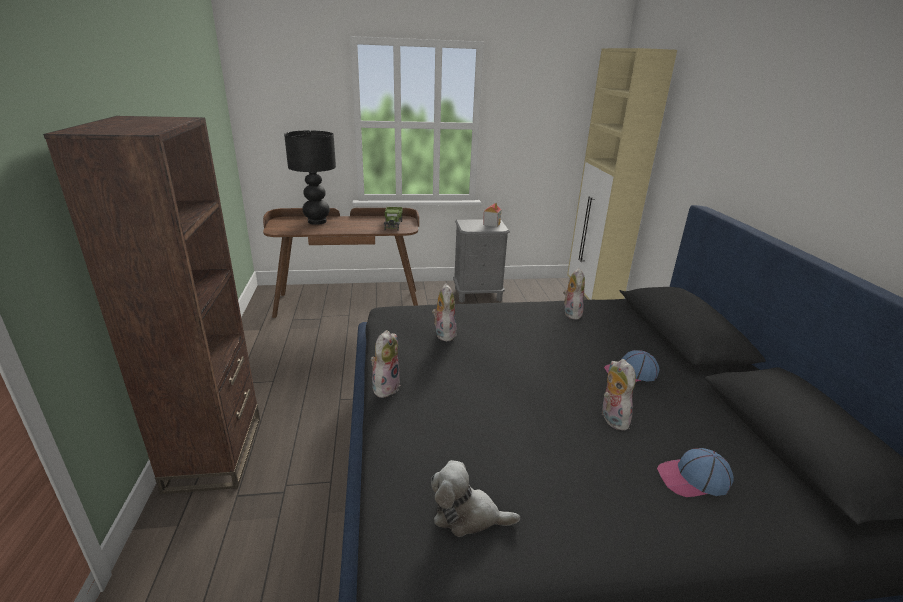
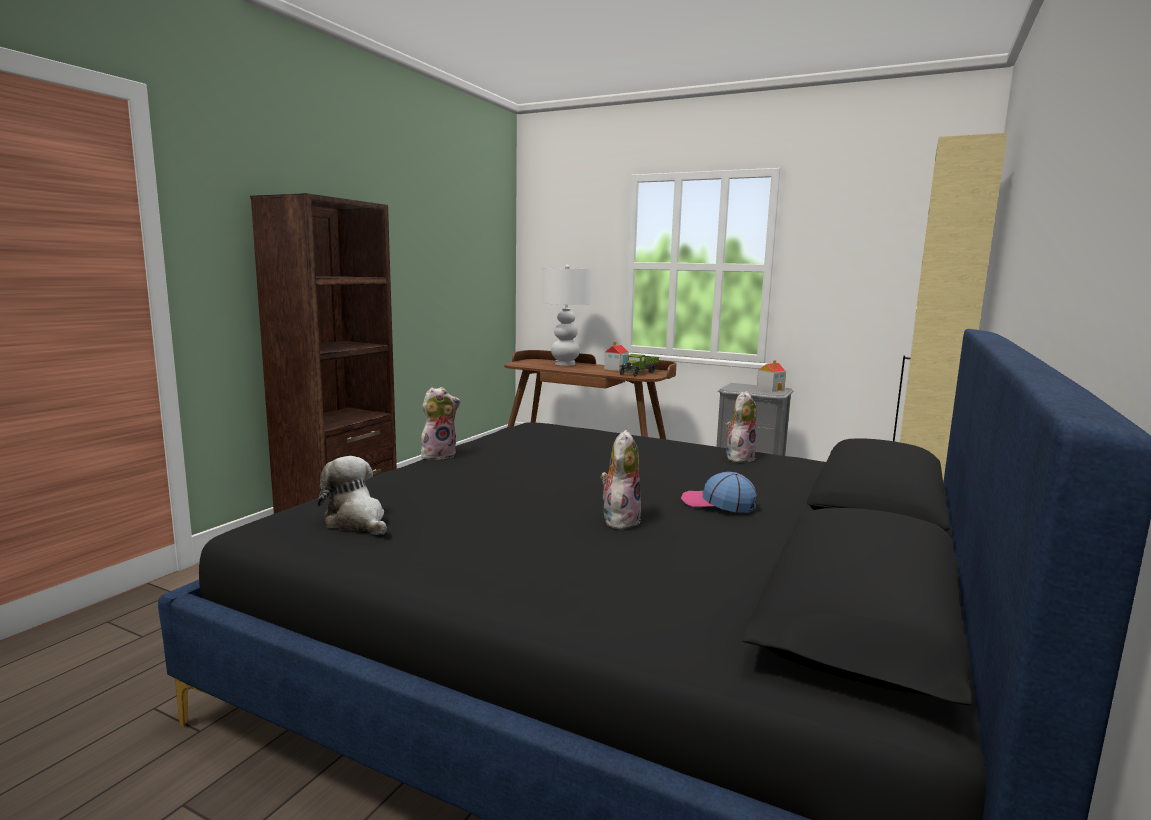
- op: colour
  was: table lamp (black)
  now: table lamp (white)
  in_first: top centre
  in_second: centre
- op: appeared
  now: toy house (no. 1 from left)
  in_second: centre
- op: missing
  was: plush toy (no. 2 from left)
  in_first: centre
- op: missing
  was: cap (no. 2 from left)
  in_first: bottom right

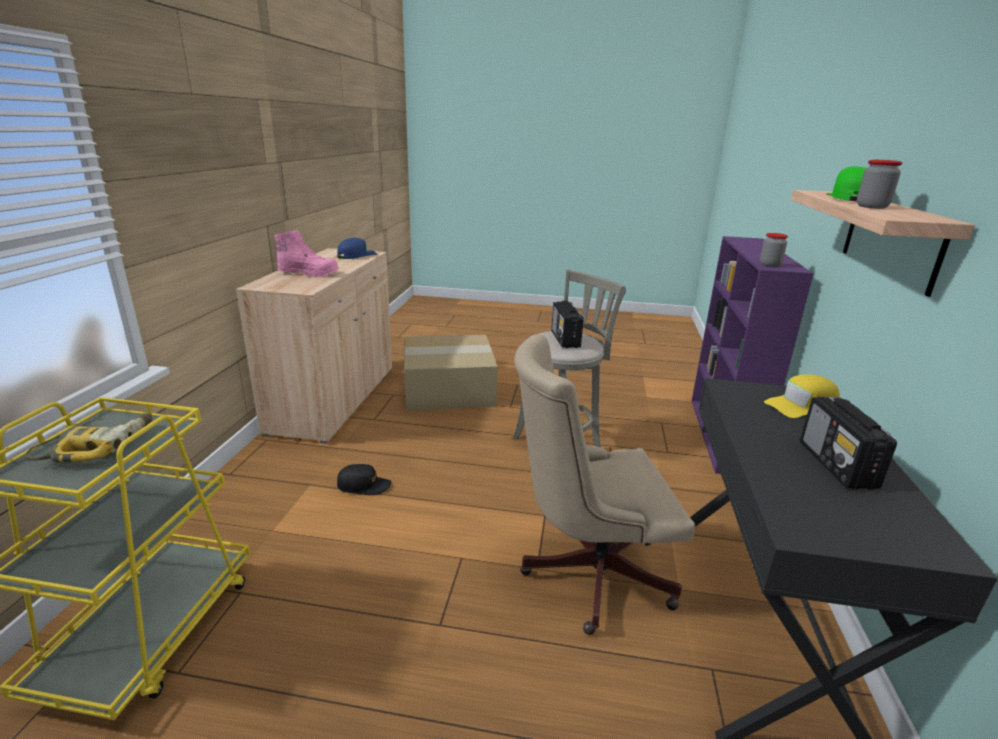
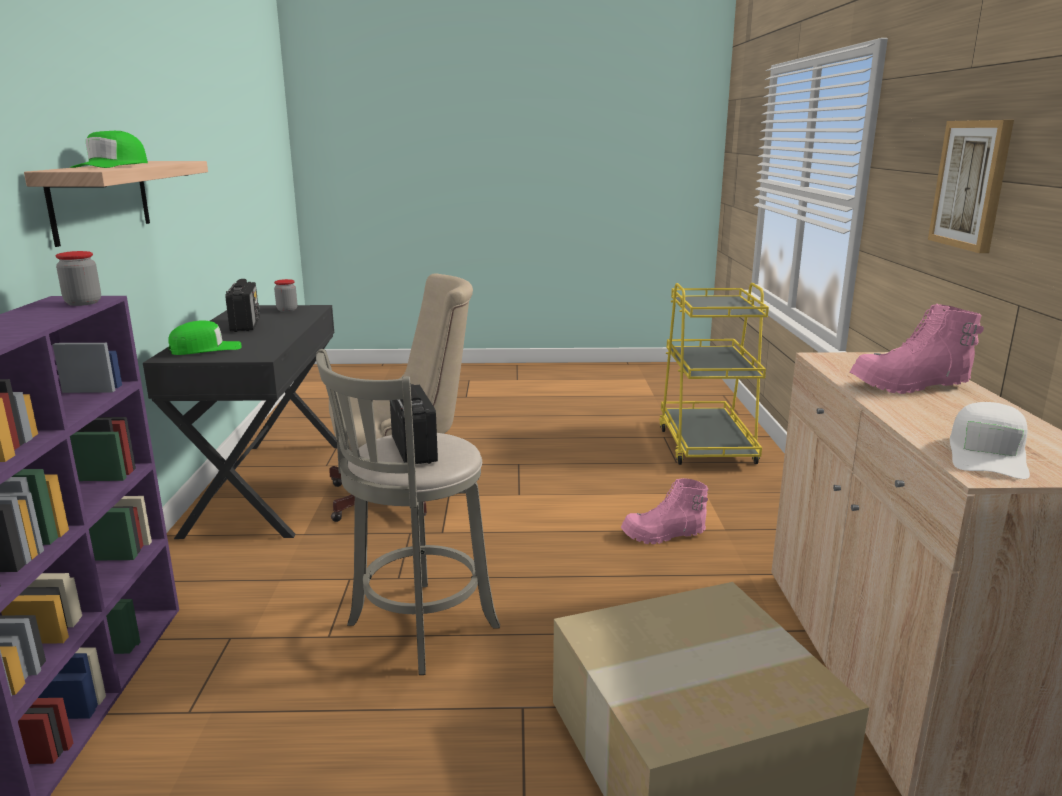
- op: colour
  was: cap (yellow)
  now: cap (green) (no. 2 from left)
  in_first: middle right
  in_second: middle left
- op: relocated
  was: jar (no. 2 from left)
  in_first: top right
  in_second: middle left
- op: exchanged
  was: cap (black)
  now: boot (pink) (no. 1 from left)
  in_first: centre
  in_second: centre
- op: appeared
  now: picture
  in_second: top right
- op: colour
  was: cap (blue)
  now: cap (white)
  in_first: centre
  in_second: middle right
- op: missing
  was: power drill
  in_first: middle left

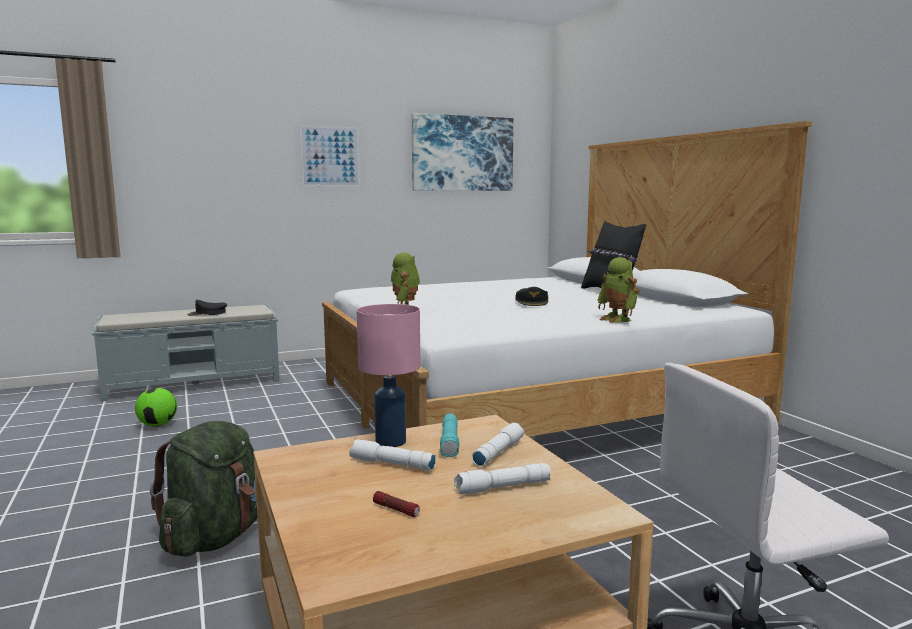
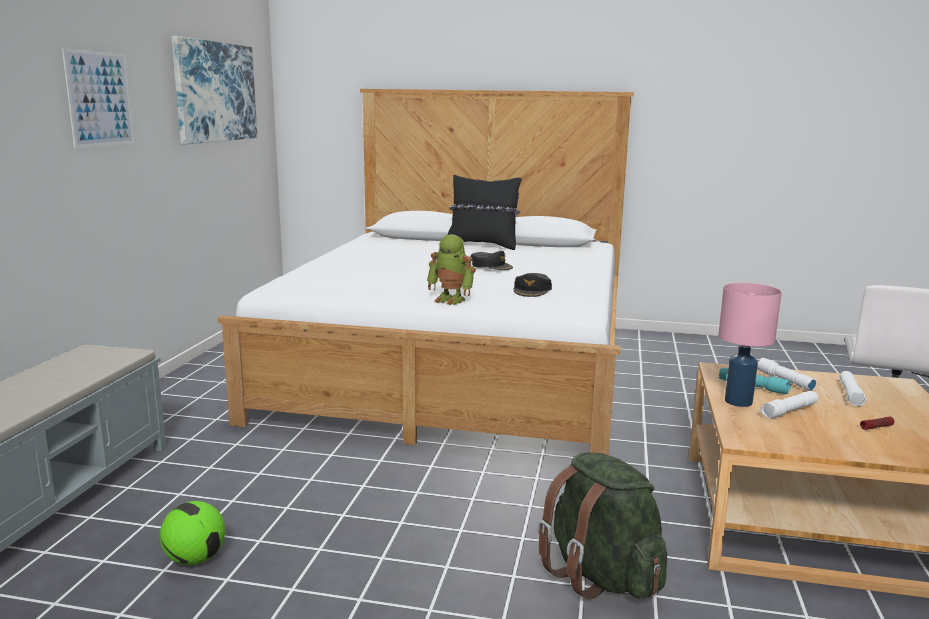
- op: relocated
  was: cap (black) (no. 1 from left in the first image)
  now: cap (black) (no. 2 from left)
  in_first: middle left
  in_second: centre
- op: missing
  was: toy robot (no. 2 from left)
  in_first: middle right

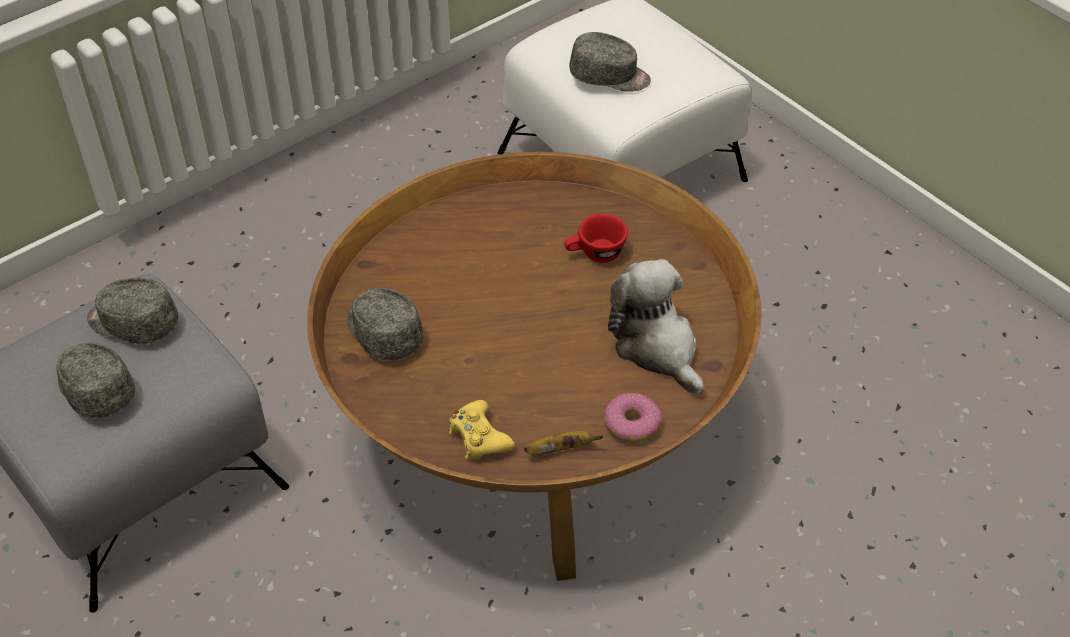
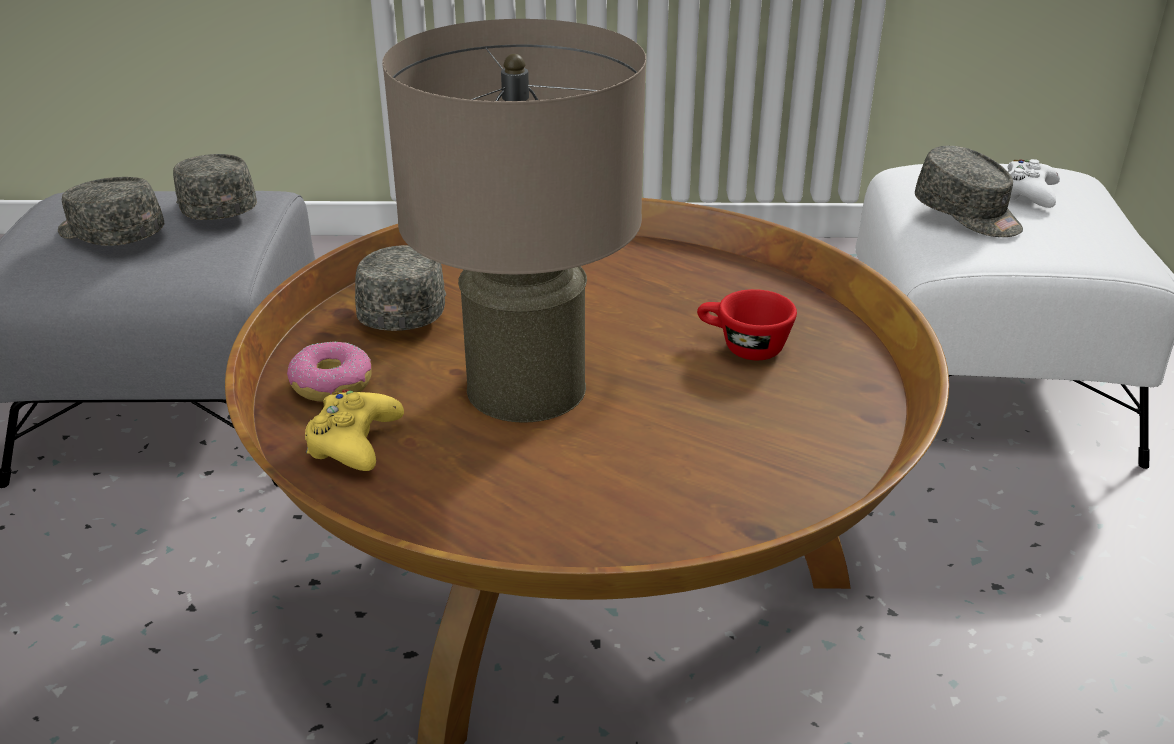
- op: spun
  was: cap (grey) (no. 1 from left)
  in_first: middle left
  in_second: top left
  clockwise: -60
- op: relocated
  was: donut
  in_first: centre
  in_second: middle left
- op: appeared
  now: table lamp (beige)
  in_second: top centre
- op: appeared
  now: game controller (white)
  in_second: top right
- op: missing
  was: banana
  in_first: bottom centre
- op: missing
  was: plush toy
  in_first: centre

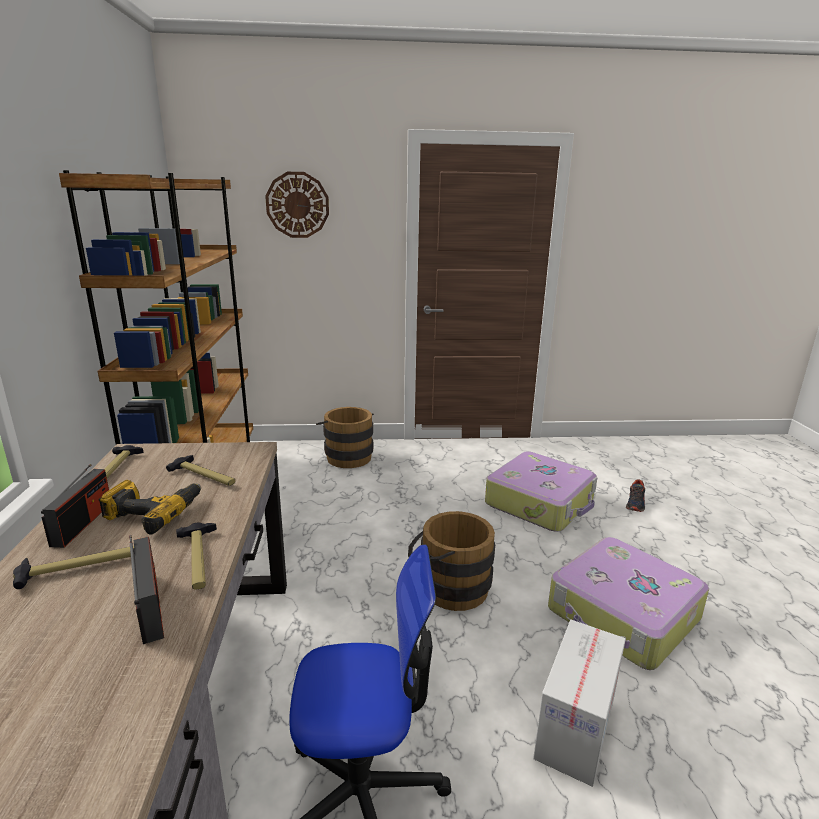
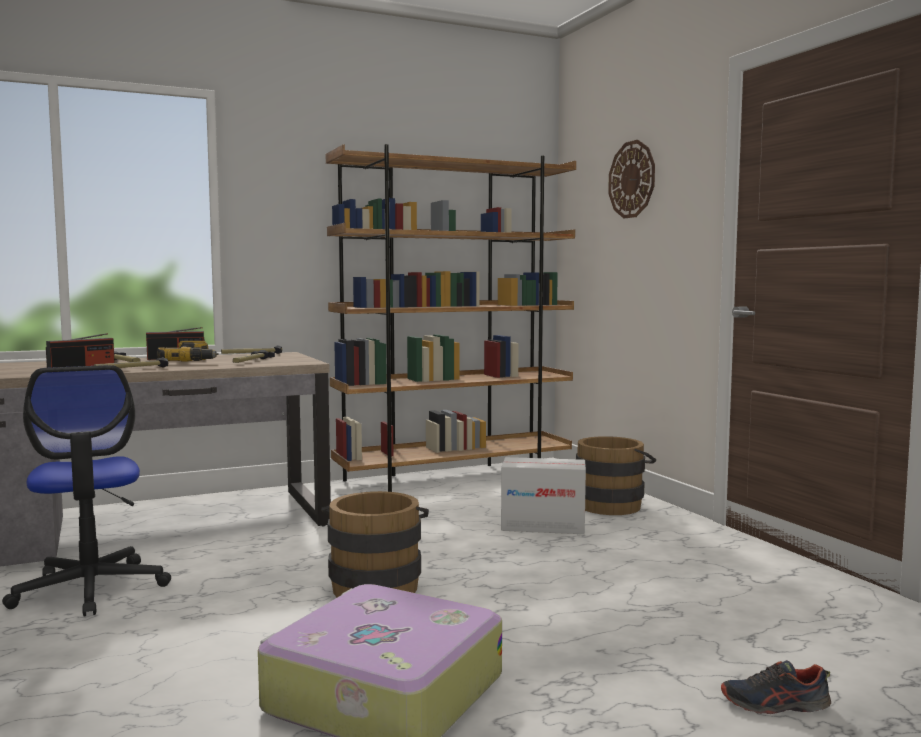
- op: relocated
  was: cardboard box
  in_first: bottom right
  in_second: bottom centre
- op: missing
  was: suitcase (no. 1 from left)
  in_first: centre

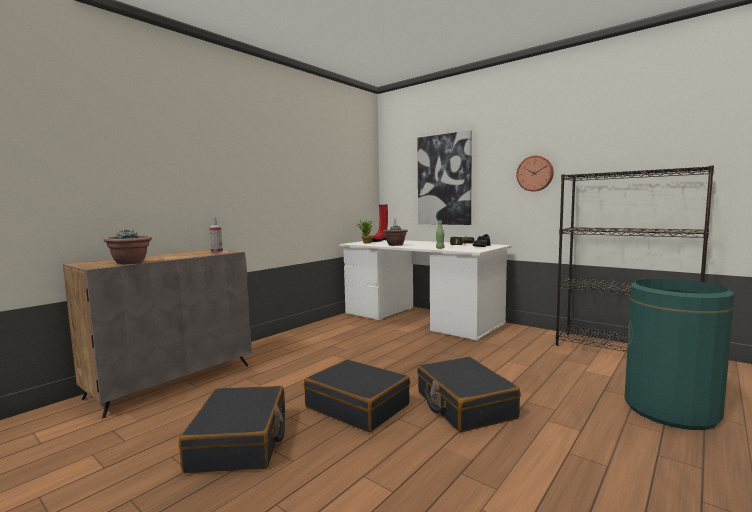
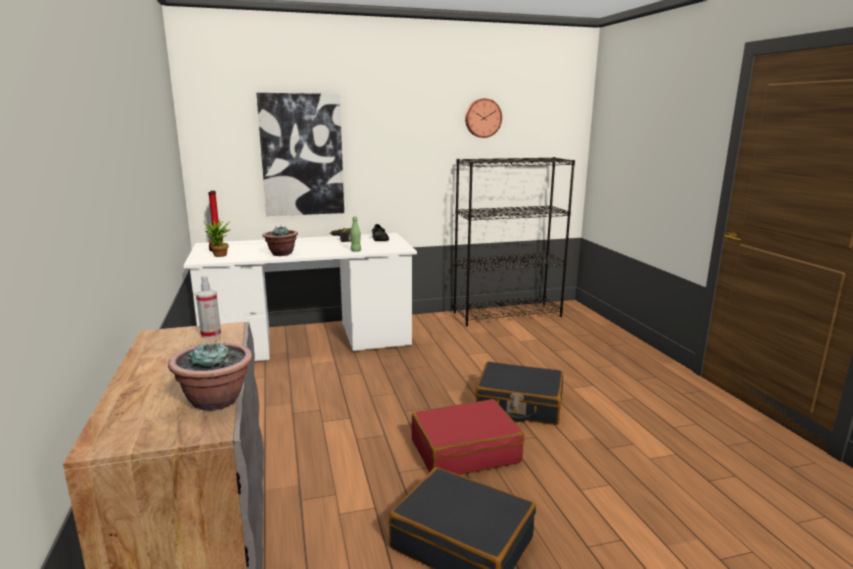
- op: colour
  was: suitcase (black) (no. 2 from left)
  now: suitcase (red)
  in_first: bottom centre
  in_second: bottom centre
- op: relocated
  was: wall clock
  in_first: middle right
  in_second: top centre
- op: missing
  was: trash can (green)
  in_first: bottom right

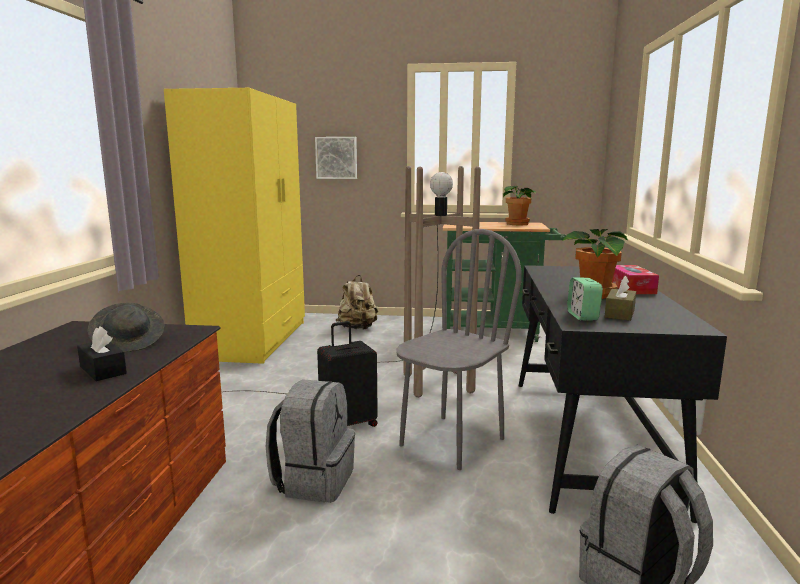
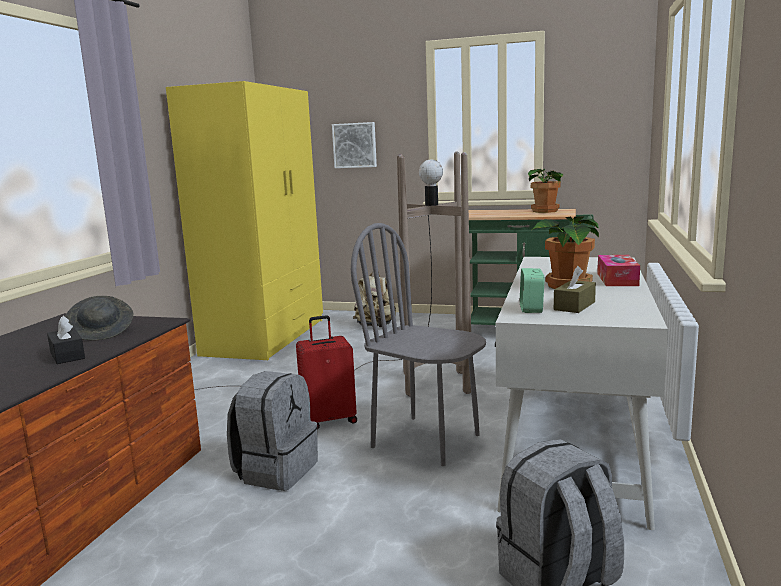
- op: colour
  was: suitcase (black)
  now: suitcase (red)
  in_first: centre
  in_second: centre
- op: spun
  was: chair (grey)
  in_first: centre
  in_second: centre
  clockwise: -105
- op: colour
  was: desk (black)
  now: desk (white)
  in_first: bottom right
  in_second: bottom right

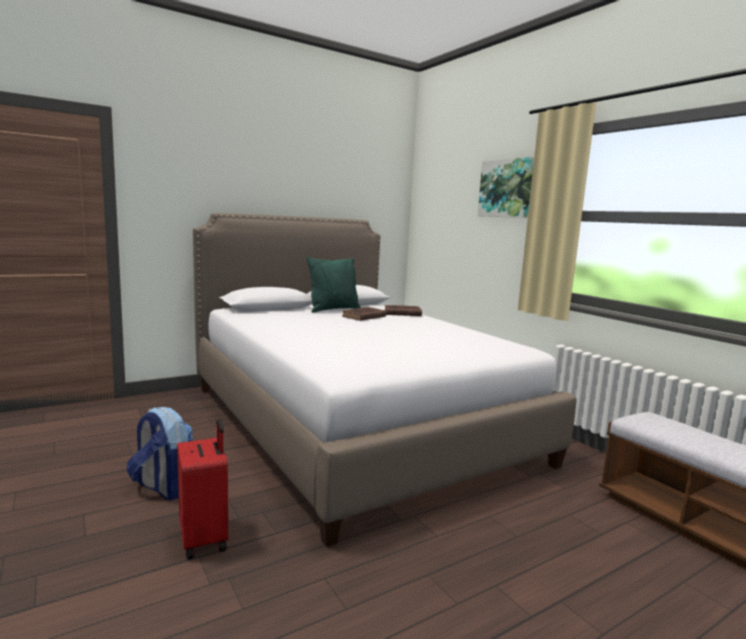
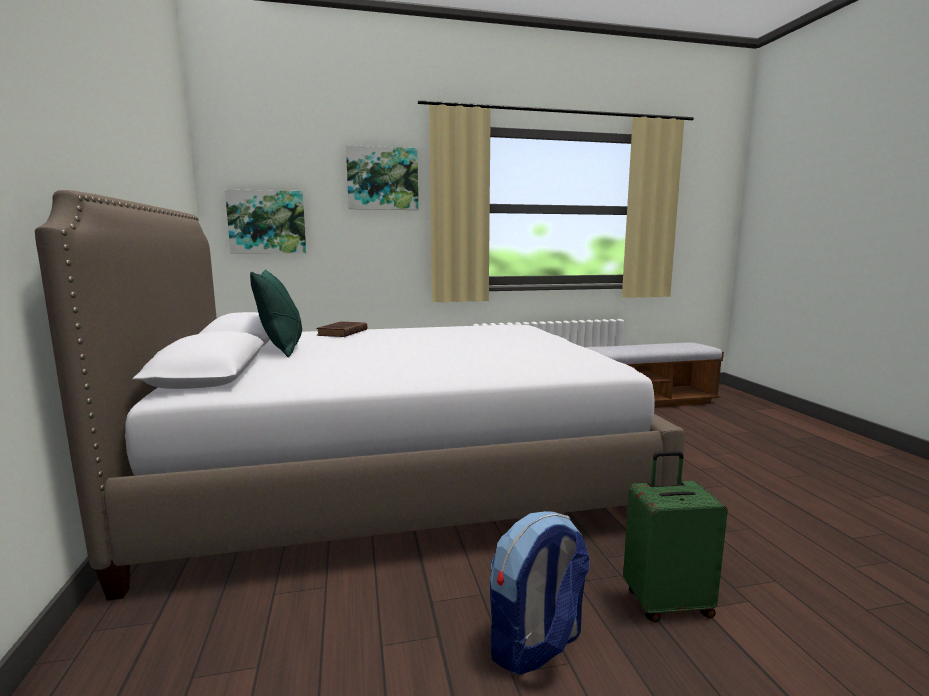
- op: appeared
  now: picture (no. 1 from left)
  in_second: top left
- op: colour
  was: suitcase (red)
  now: suitcase (green)
  in_first: bottom left
  in_second: bottom right
- op: missing
  was: book (brown) (no. 1 from left)
  in_first: centre

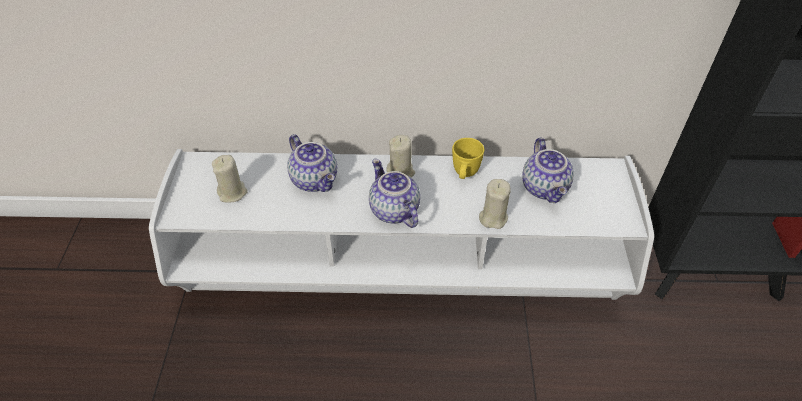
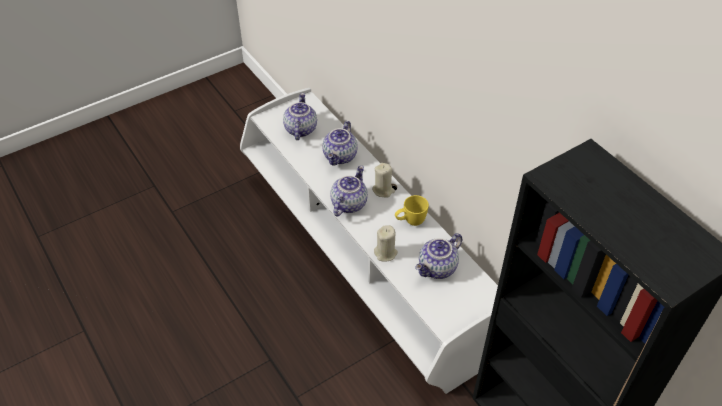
- op: exchanged
  was: candle (beige) (no. 1 from left)
  now: teapot (no. 1 from left)
  in_first: middle left
  in_second: top centre

